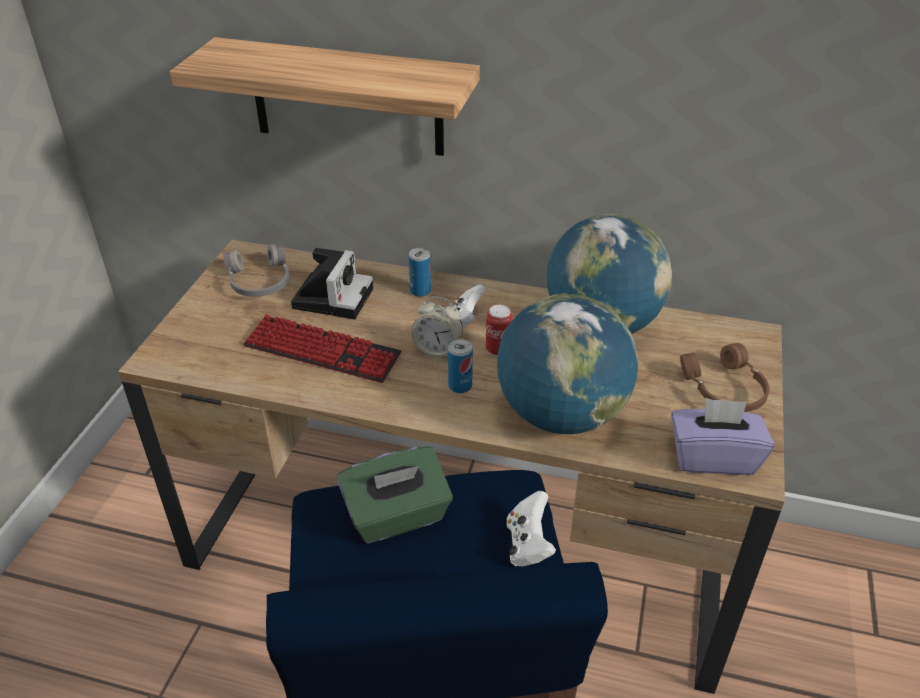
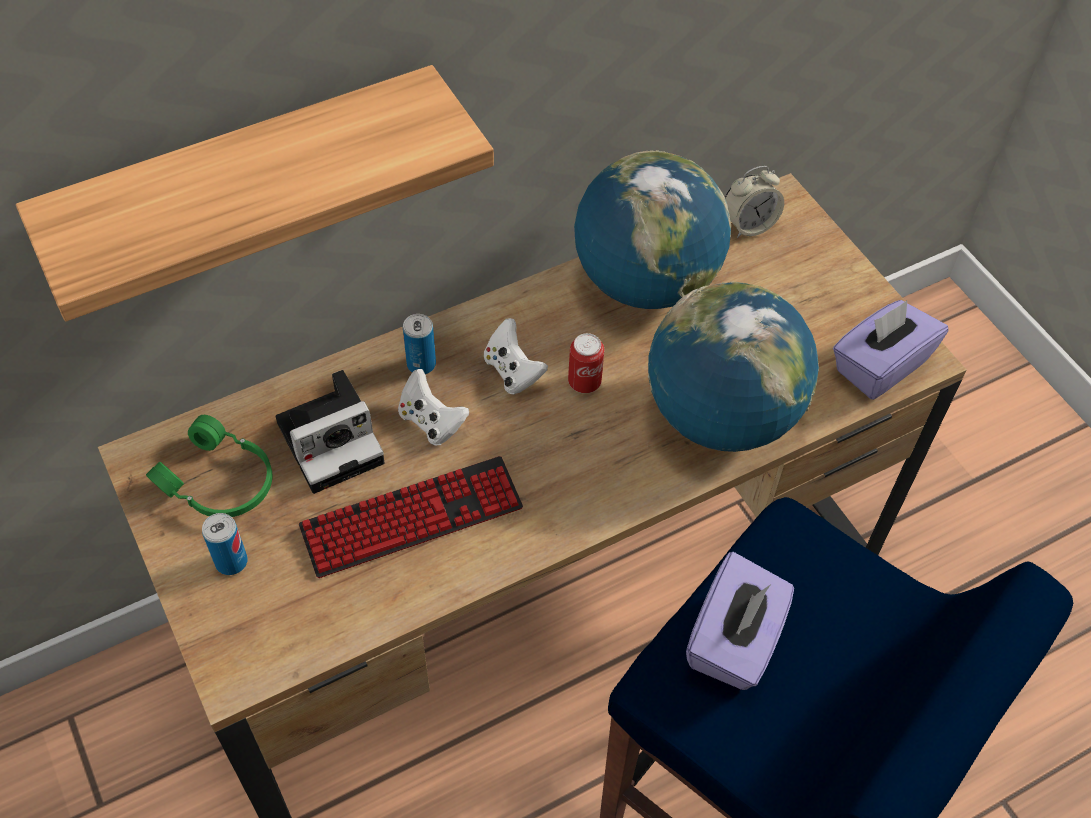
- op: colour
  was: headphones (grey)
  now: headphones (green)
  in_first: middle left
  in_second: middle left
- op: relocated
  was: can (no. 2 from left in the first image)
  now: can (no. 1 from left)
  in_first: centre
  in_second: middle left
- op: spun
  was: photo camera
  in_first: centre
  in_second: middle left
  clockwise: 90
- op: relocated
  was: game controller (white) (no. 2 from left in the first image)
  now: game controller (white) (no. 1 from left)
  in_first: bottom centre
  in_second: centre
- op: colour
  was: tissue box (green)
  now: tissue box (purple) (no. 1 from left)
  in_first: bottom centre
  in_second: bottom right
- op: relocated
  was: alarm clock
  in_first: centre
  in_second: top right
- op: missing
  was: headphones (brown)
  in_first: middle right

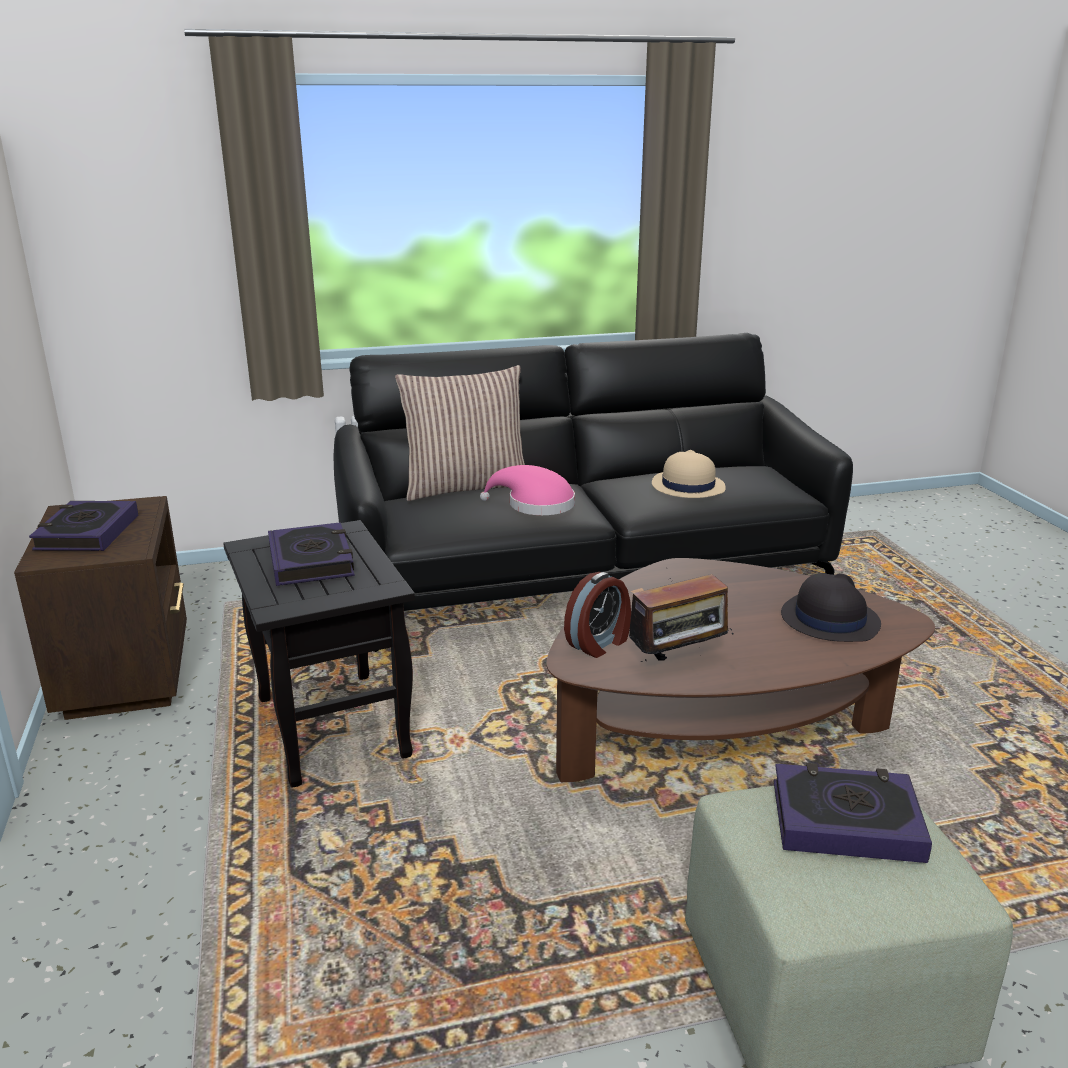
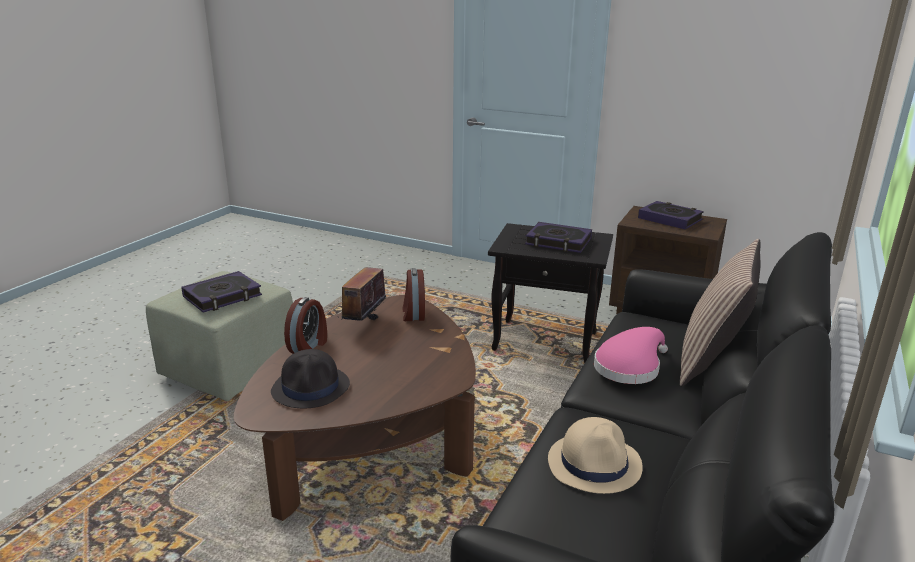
- op: appeared
  now: alarm clock (no. 1 from left)
  in_second: centre

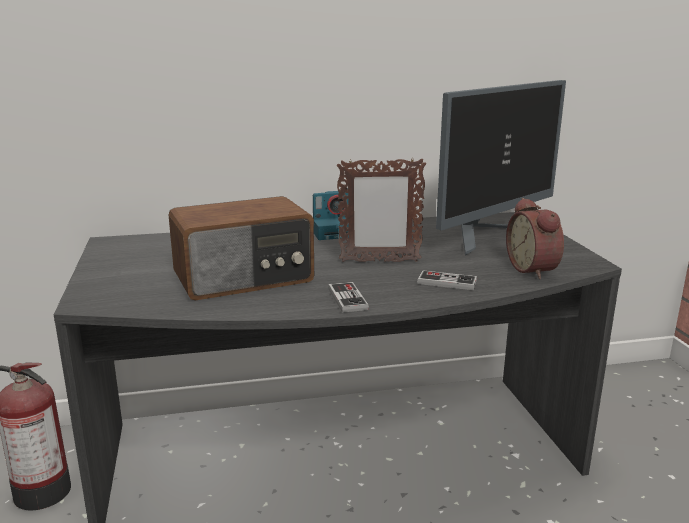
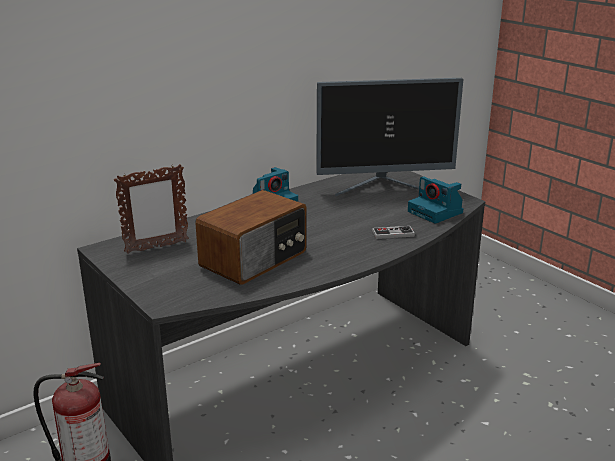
- op: relocated
  was: picture frame
  in_first: centre
  in_second: middle left
- op: spun
  was: monitor
  in_first: top right
  in_second: top centre
  clockwise: 60
- op: exchanged
  was: alarm clock
  now: photo camera (no. 2 from left)
  in_first: middle right
  in_second: middle right
- op: missing
  was: game controller (no. 1 from left)
  in_first: centre

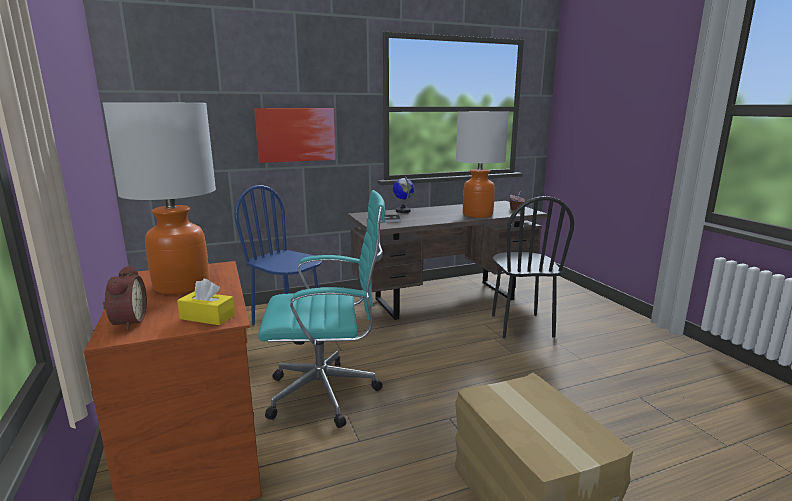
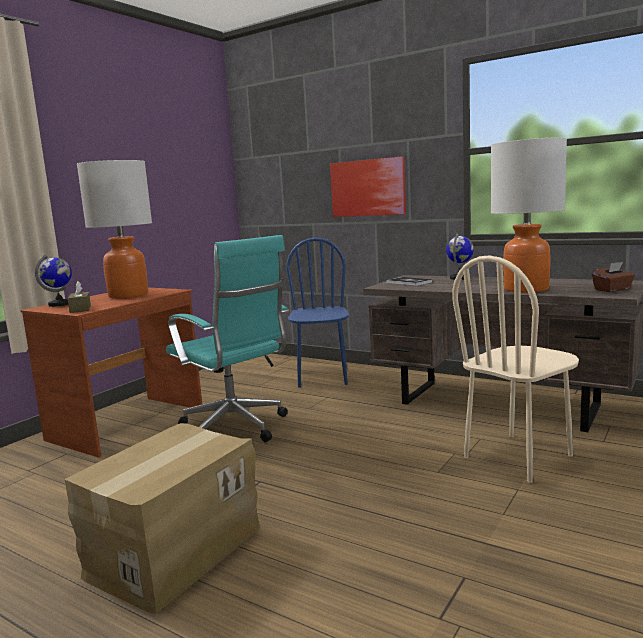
- op: exchanged
  was: alarm clock
  now: globe (no. 1 from left)
  in_first: middle left
  in_second: middle left
- op: colour
  was: tissue box (yellow)
  now: tissue box (brown) (no. 1 from left)
  in_first: middle left
  in_second: middle left
- op: colour
  was: chair (black)
  now: chair (beige)
  in_first: middle right
  in_second: middle right

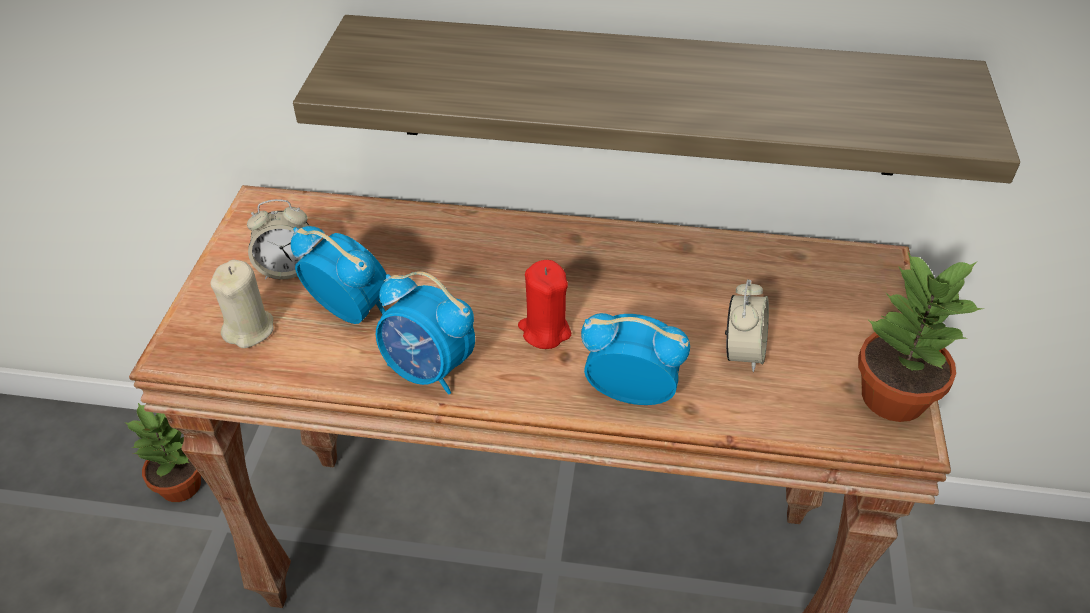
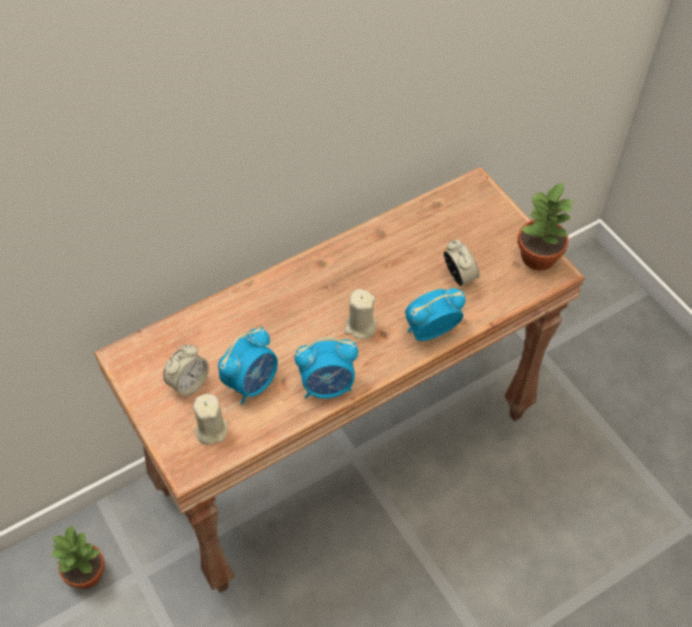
- op: spun
  was: alarm clock (no. 2 from left)
  in_first: middle left
  in_second: centre
  clockwise: 135
- op: colour
  was: candle (red)
  now: candle (beige) (no. 2 from left)
  in_first: centre
  in_second: centre
- op: missing
  was: shelf
  in_first: top centre

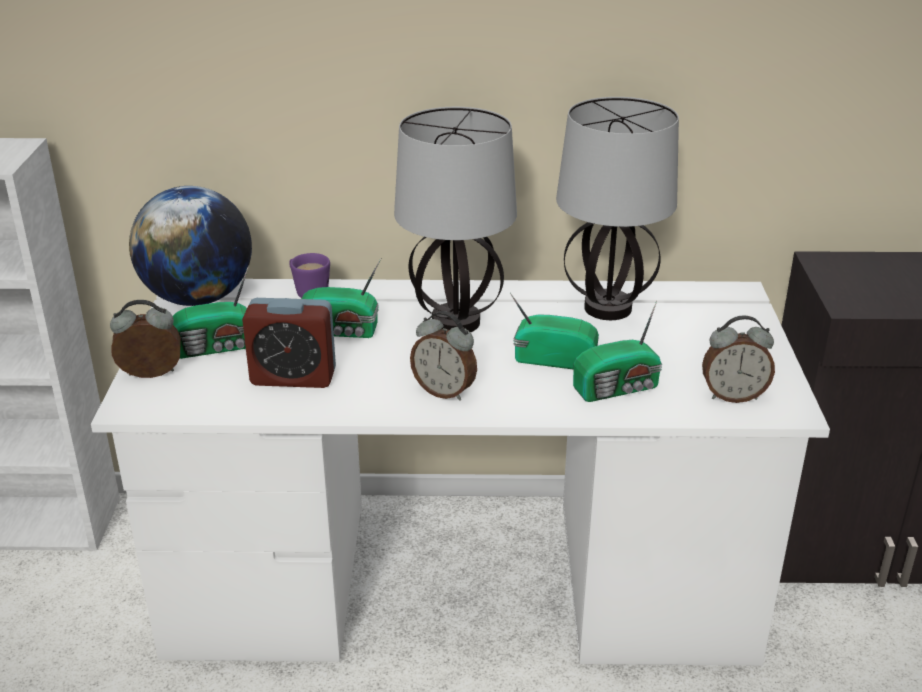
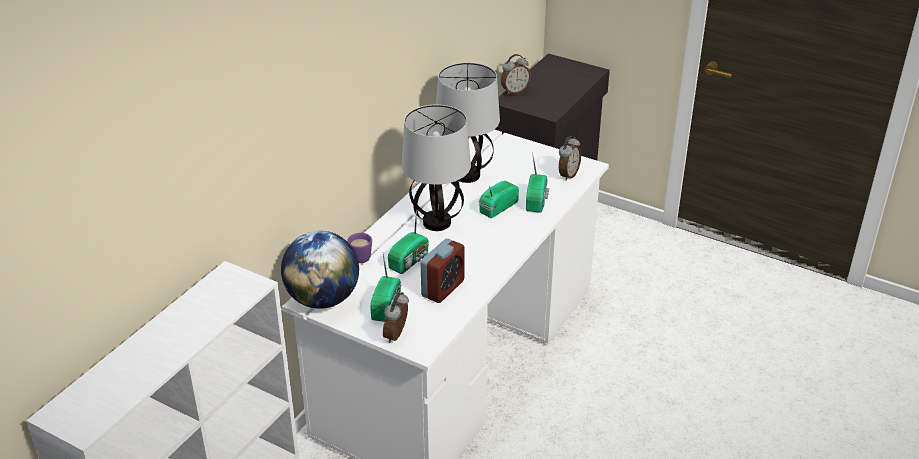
- op: relocated
  was: alarm clock (no. 3 from left)
  in_first: centre
  in_second: top centre

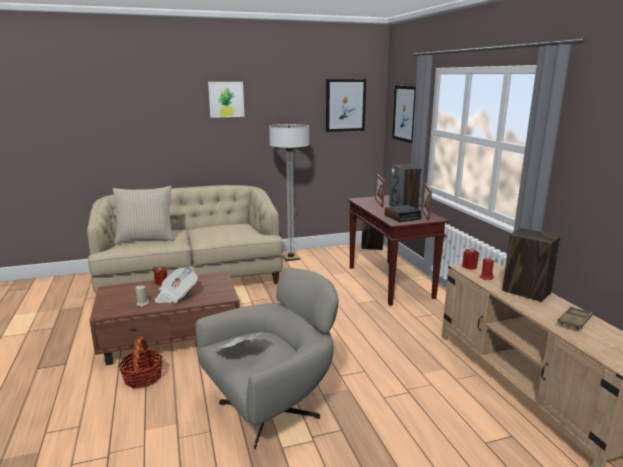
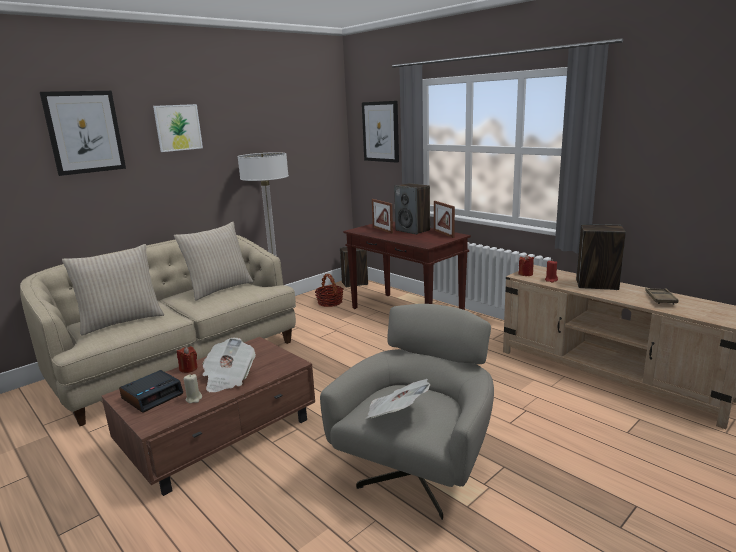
- op: relocated
  was: picture (no. 2 from left in the first image)
  now: picture (no. 1 from left)
  in_first: top centre
  in_second: top left
- op: relocated
  was: alarm clock
  in_first: centre
  in_second: bottom left
- op: appeared
  now: pillow (beige) (no. 2 from left)
  in_second: middle left
- op: relocated
  was: basket
  in_first: bottom left
  in_second: centre

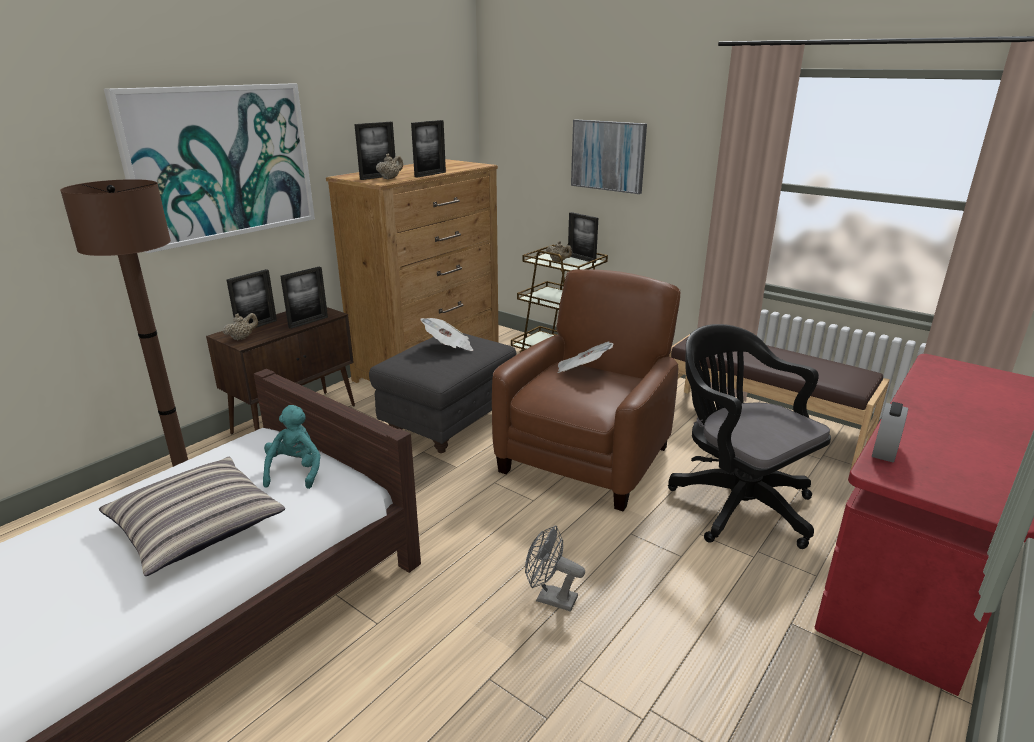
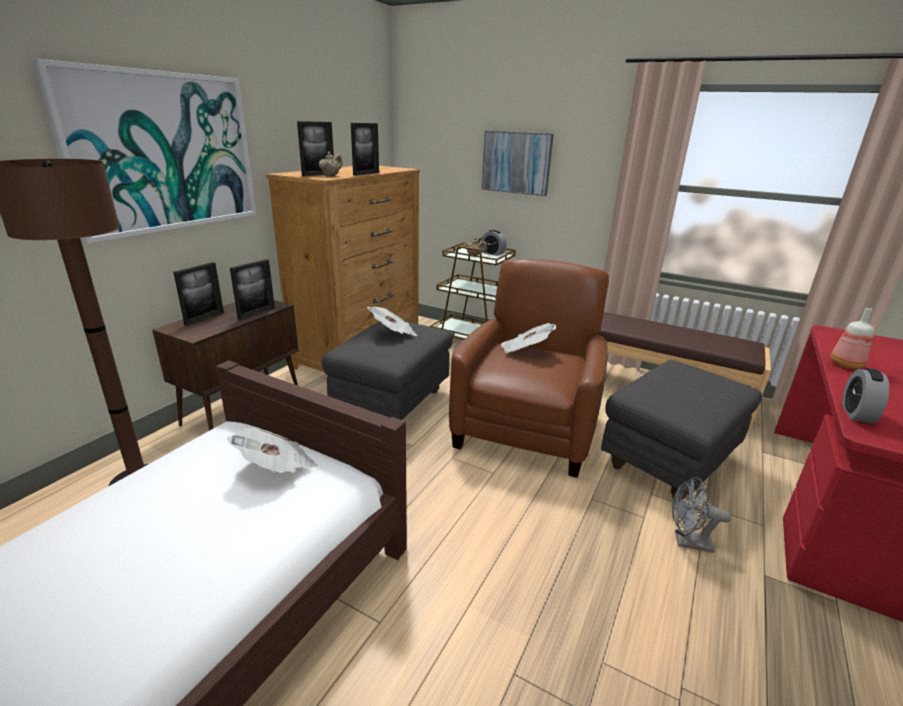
- op: exchanged
  was: plush toy (turquoise)
  now: newspaper (no. 1 from left)
  in_first: middle left
  in_second: middle left
- op: exchanged
  was: picture frame (no. 5 from left)
  now: alarm clock (no. 1 from left)
  in_first: top centre
  in_second: centre
- op: exchanged
  was: office chair (black)
  now: ottoman (grey) (no. 2 from left)
  in_first: middle right
  in_second: middle right
- op: relocated
  was: fan (grey)
  in_first: bottom centre
  in_second: bottom right
- op: appeared
  now: bottle
  in_second: middle right
- op: missing
  was: pillow
  in_first: bottom left
- op: missing
  was: teapot (beige) (no. 1 from left)
  in_first: middle left

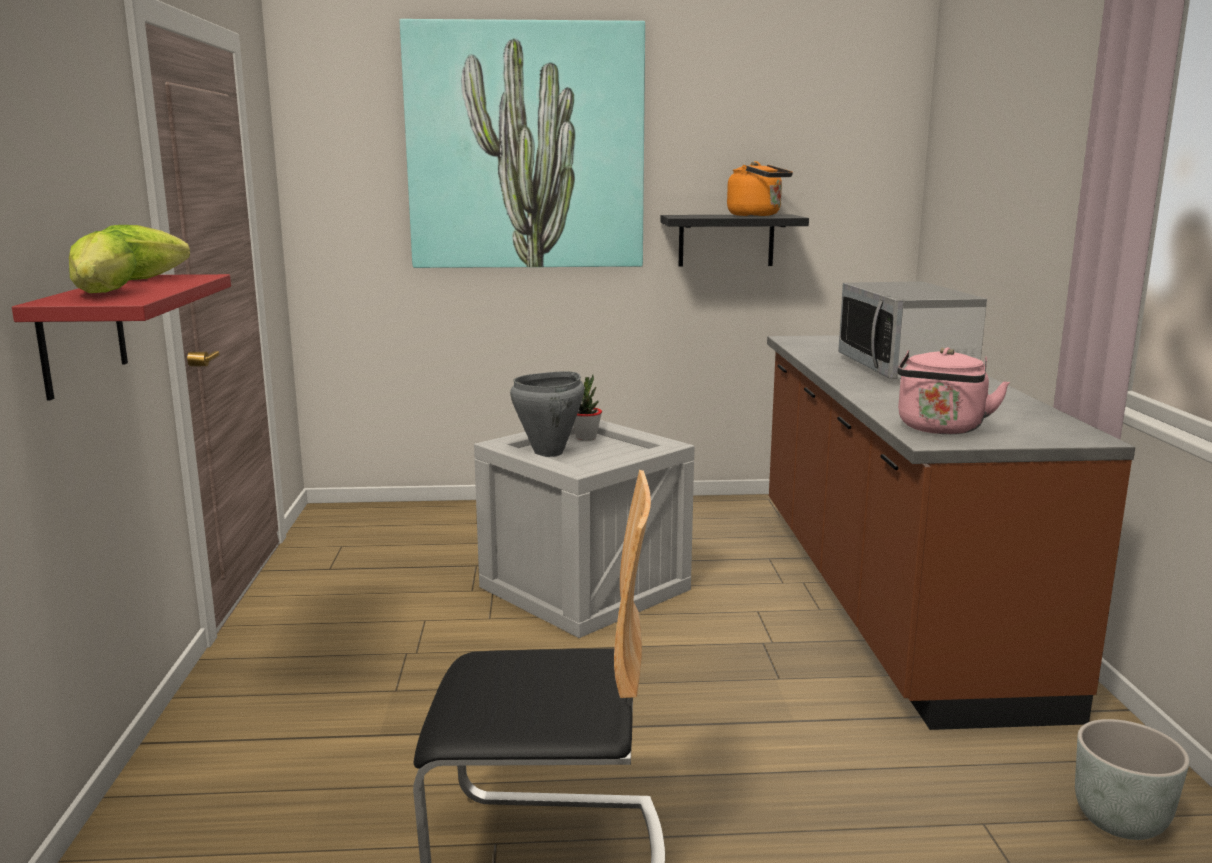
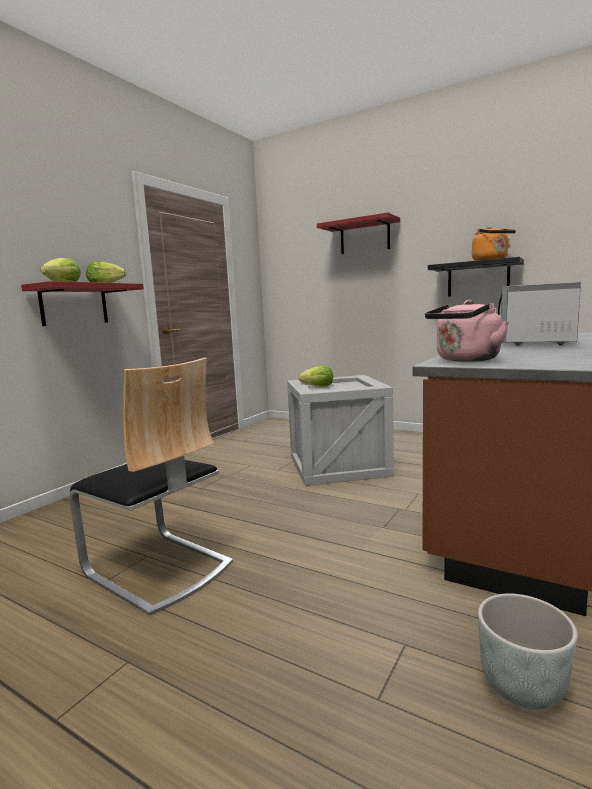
- op: exchanged
  was: cooking pot (grey)
  now: lettuce (no. 3 from left)
  in_first: centre
  in_second: centre
- op: exchanged
  was: picture
  now: shelf (red) (no. 2 from left)
  in_first: top centre
  in_second: top centre
- op: missing
  was: potted plant
  in_first: centre

